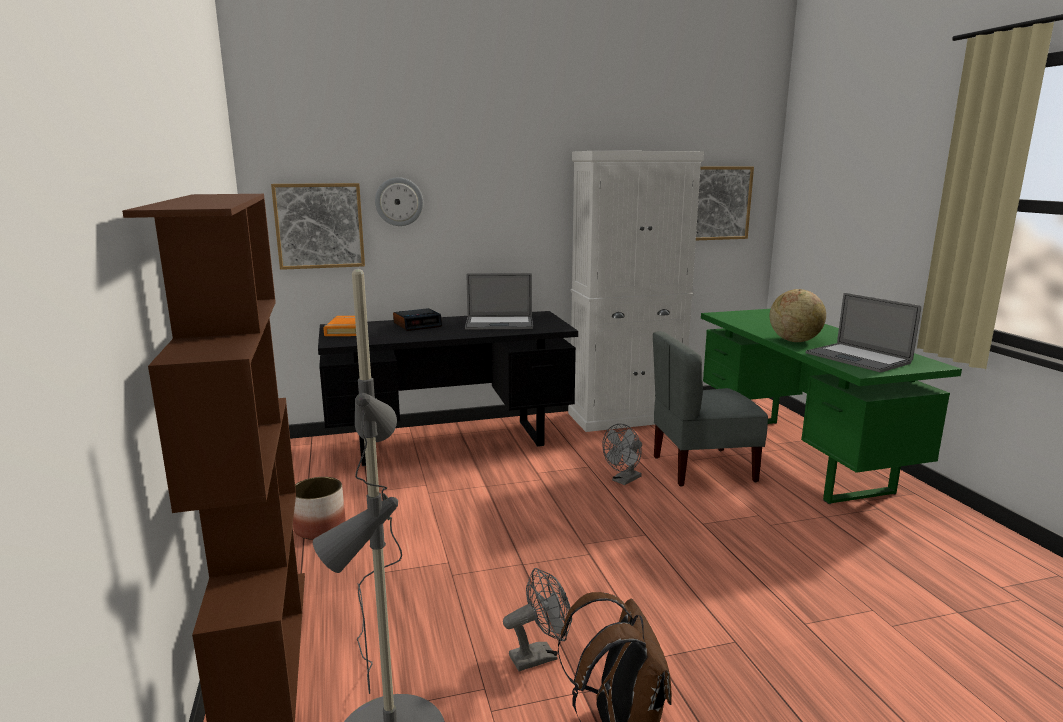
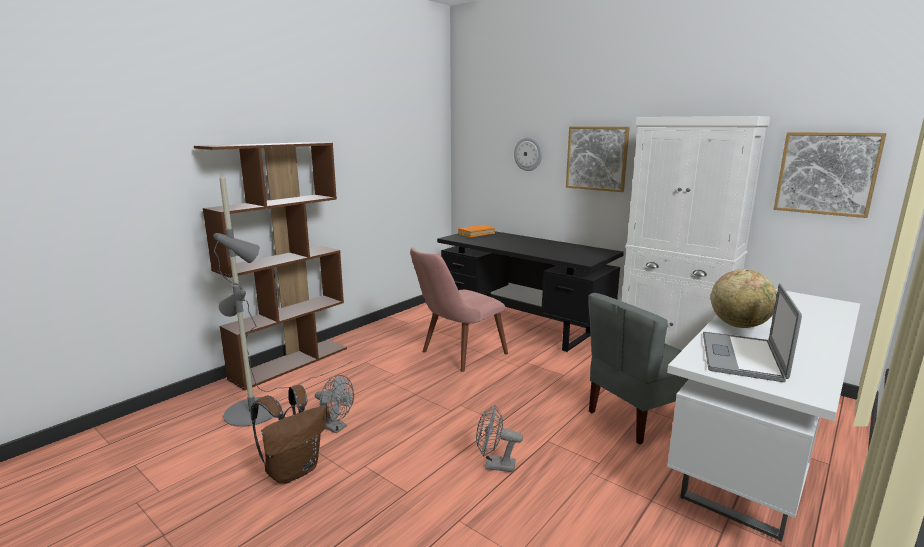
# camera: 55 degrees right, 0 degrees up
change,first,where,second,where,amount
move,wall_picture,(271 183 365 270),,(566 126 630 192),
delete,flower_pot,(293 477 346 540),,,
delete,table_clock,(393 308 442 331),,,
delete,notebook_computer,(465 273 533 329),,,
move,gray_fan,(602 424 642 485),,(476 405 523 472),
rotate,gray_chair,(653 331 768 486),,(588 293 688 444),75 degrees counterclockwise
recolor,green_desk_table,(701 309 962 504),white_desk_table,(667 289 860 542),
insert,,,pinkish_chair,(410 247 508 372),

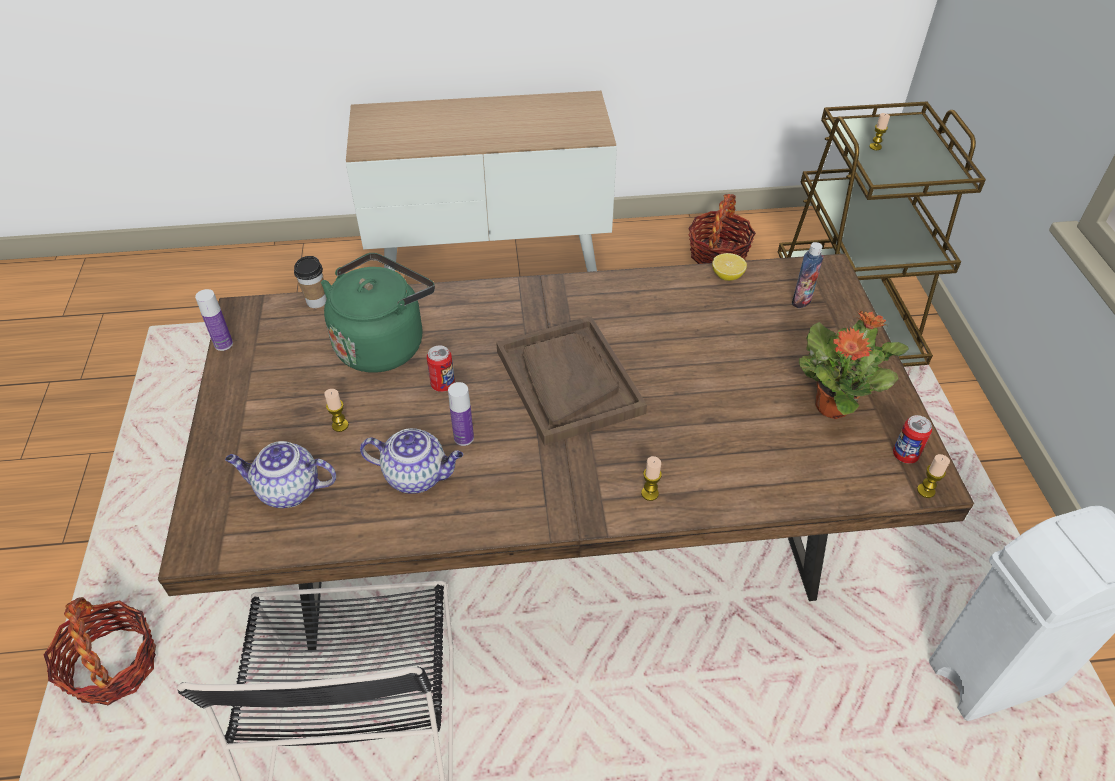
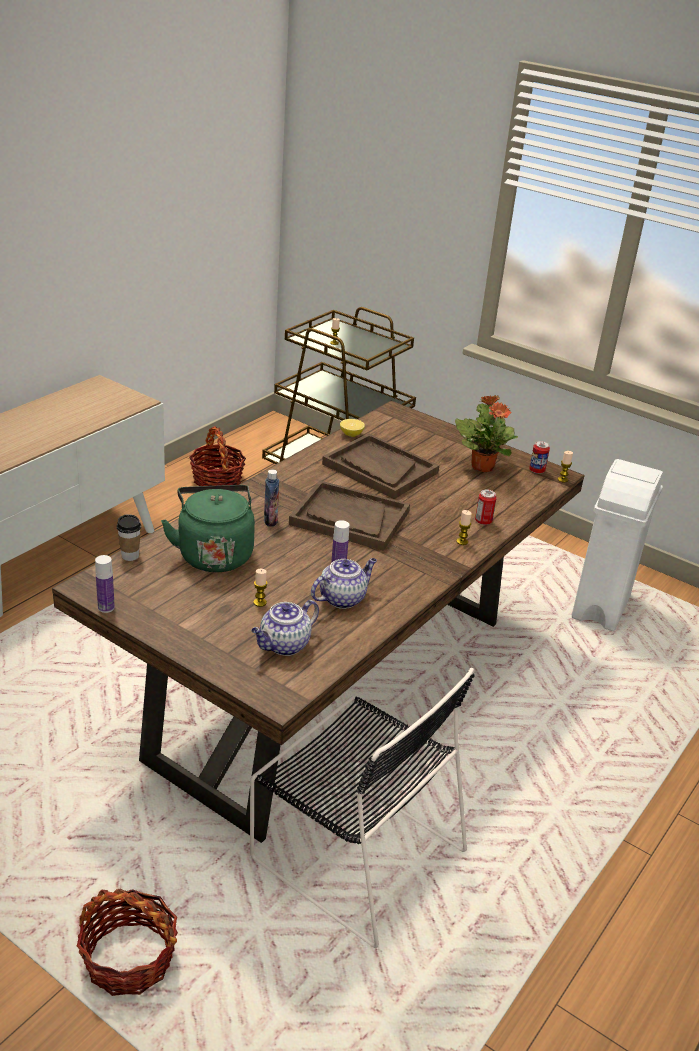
# camera: 50 degrees left, 15 degrees down
change,first,where,second,where,amount
move,can,(426 345 455 392),,(475 490 497 525),
move,bottle,(792 242 824 308),,(264 470 279 527),
insert,,,brownish_carrying_tray,(322 433 439 499),

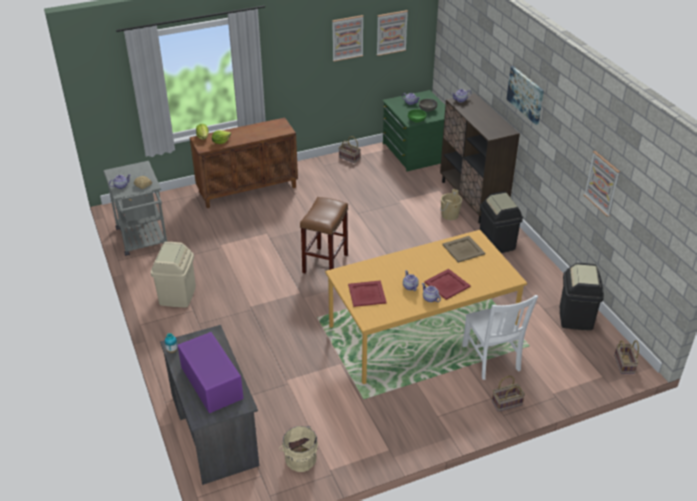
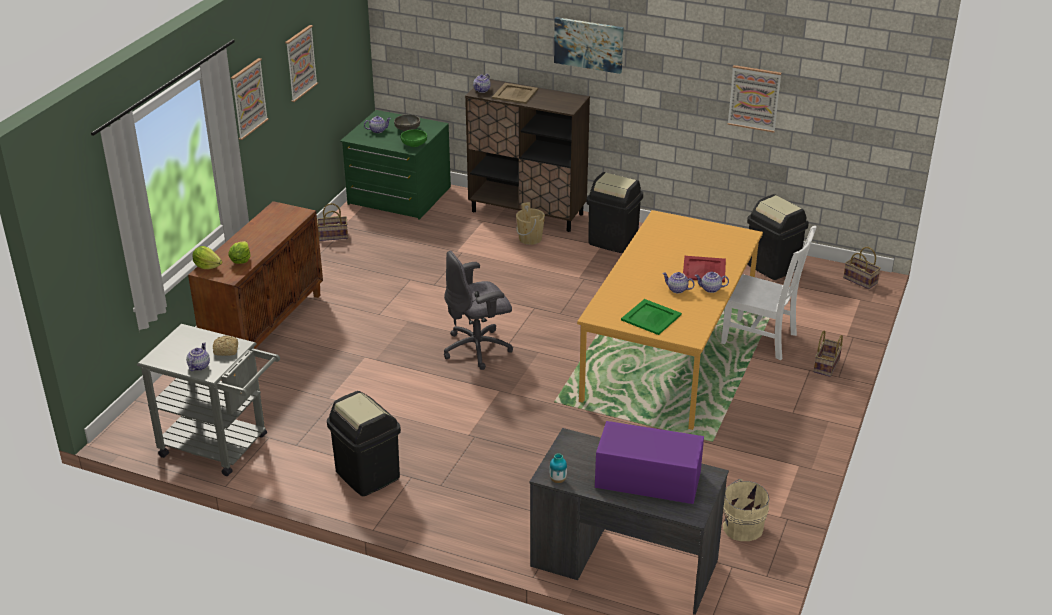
# camera: 45 degrees left, 5 degrees down
change,first,where,second,where,amount
recolor,beige-coloured_rubbish_bin,(151 242 196 307),black_rubbish_bin,(327 391 401 496),
replace,brownish_sitting_stool,(300 197 348 273),gray_office_chair,(444 251 513 370),
recolor,red-coloured_carrying_tray,(348 280 387 307),green_carrying_tray,(621 299 682 335),
move,wall_picture,(377 10 408 56),,(231 58 269 140),
move,beige-coloured_carrying_tray,(442 236 485 263),,(492 83 538 104),

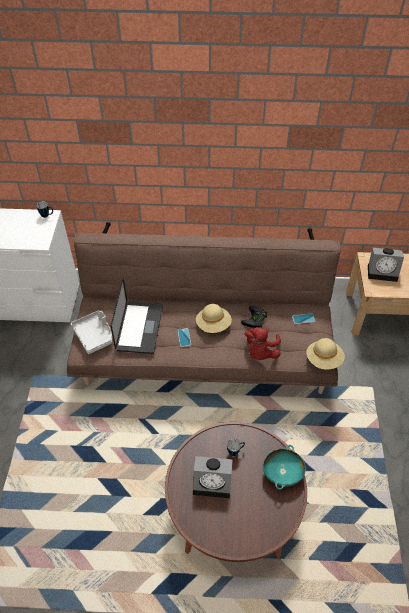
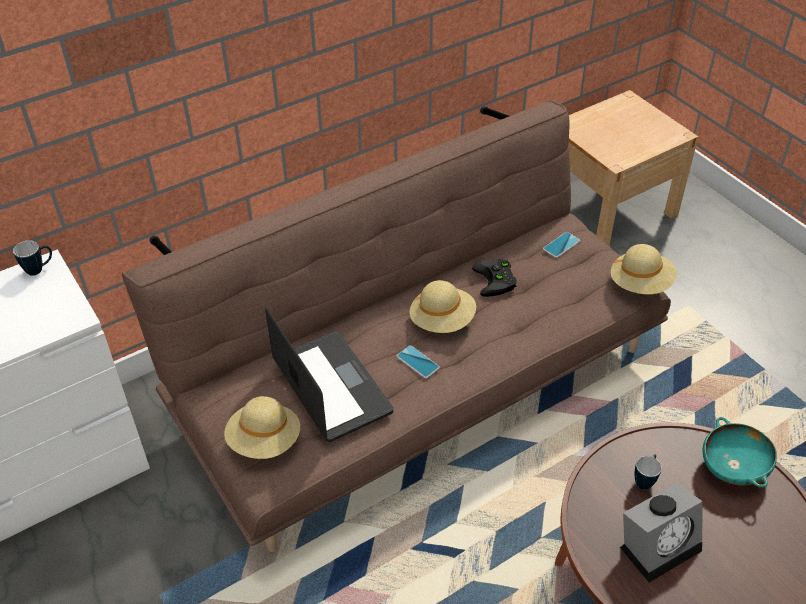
# camera: 35 degrees left, 5 degrees down
change,first,where,second,where,amount
replace,gray_carrying_tray,(71 310 112 354),beige-coloured_wearable_hat,(224 396 300 459),
delete,red-coloured_plush_toy,(244 327 281 360),,,
delete,table_clock,(368 247 404 282),,,

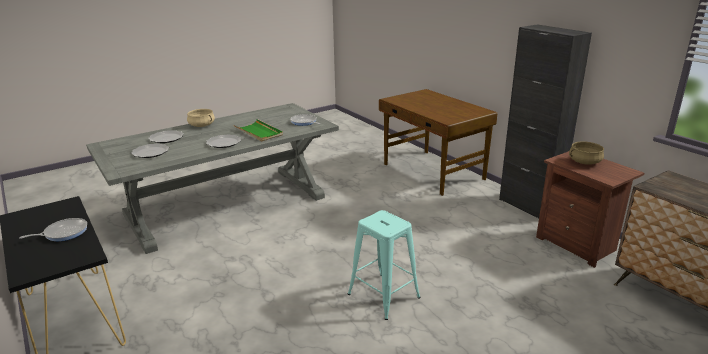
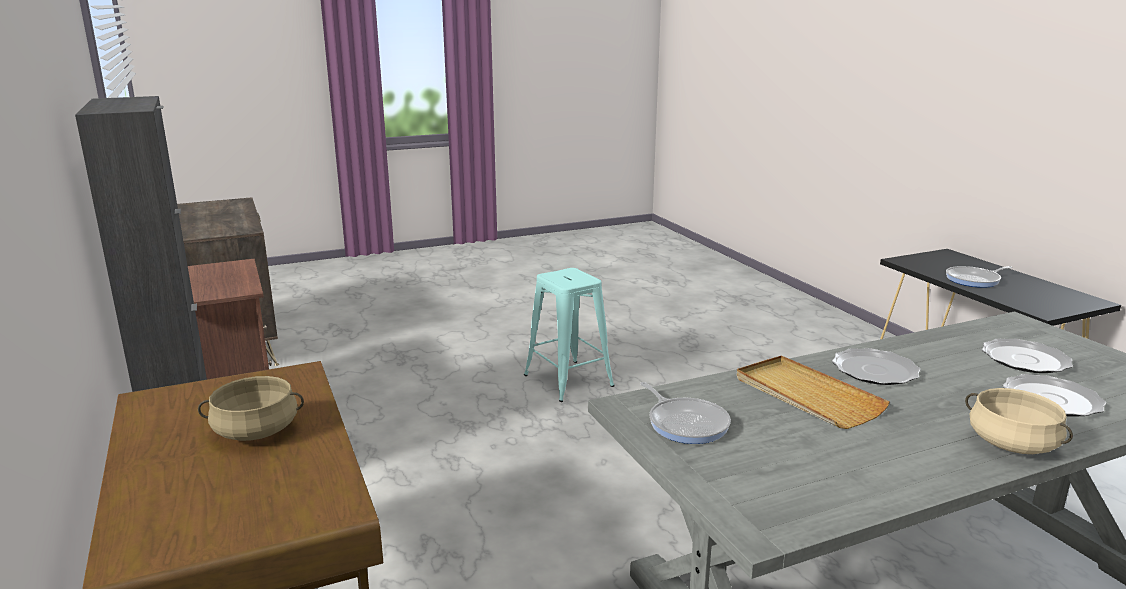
# camera: 170 degrees left, 5 degrees down
change,first,where,second,where,amount
recolor,green_carrying_tray,(234 119 283 142),beige-coloured_carrying_tray,(737 355 890 429),
move,beige-coloured_stockpot,(569 141 604 165),,(198 376 304 441),

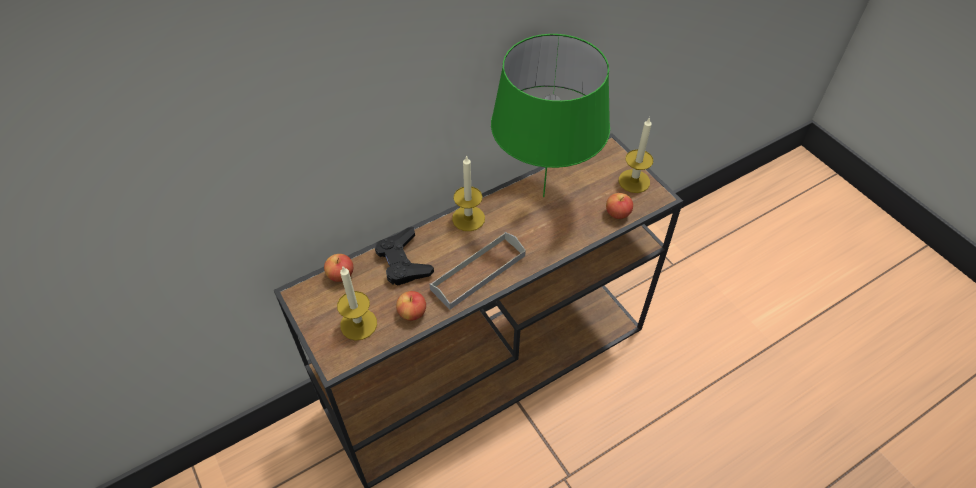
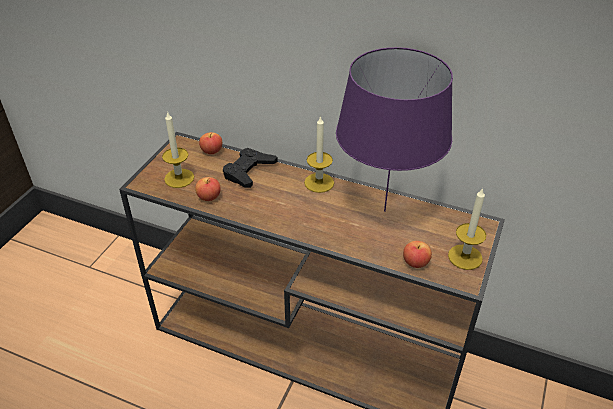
# camera: 55 degrees right, 10 degrees down
change,first,where,second,where,amount
delete,gray_carrying_tray,(430 232 526 309),,,
recolor,green_lamp_for_a_table,(491 34 610 197),purplish_lamp_for_a_table,(336 47 453 212),

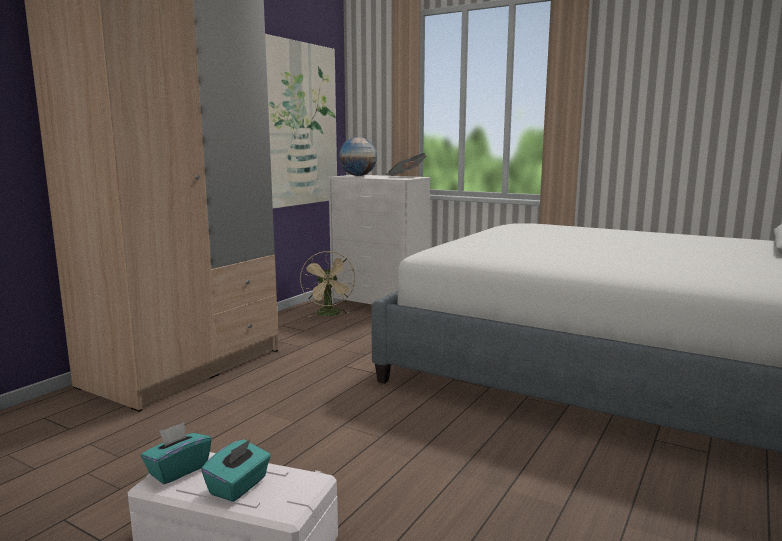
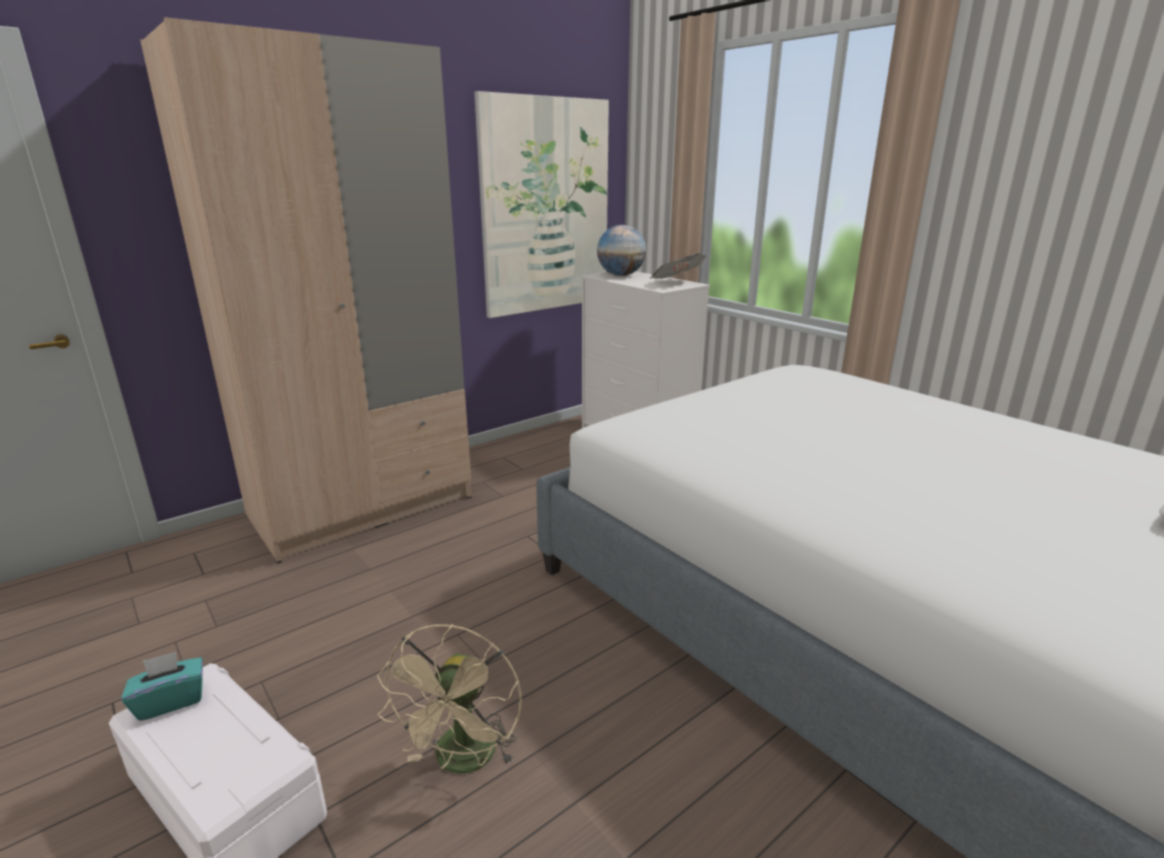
# camera: 20 degrees right, 10 degrees up
change,first,where,second,where,amount
delete,blue-green_box_of_tissues,(201 439 271 502),,,
move,beige-coloured_fan,(300 251 355 317),,(377 624 522 774),

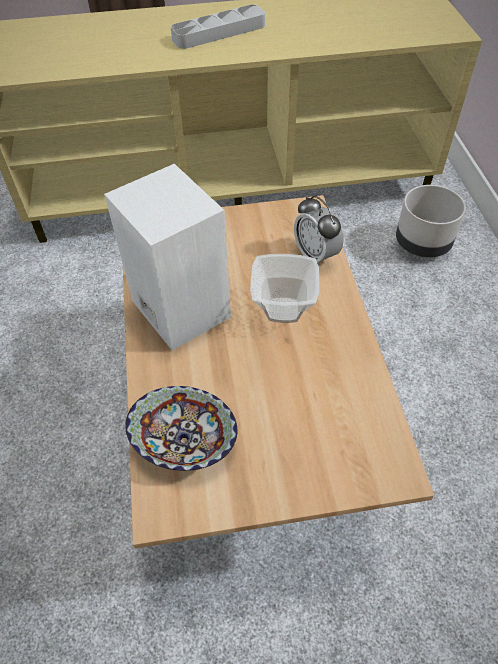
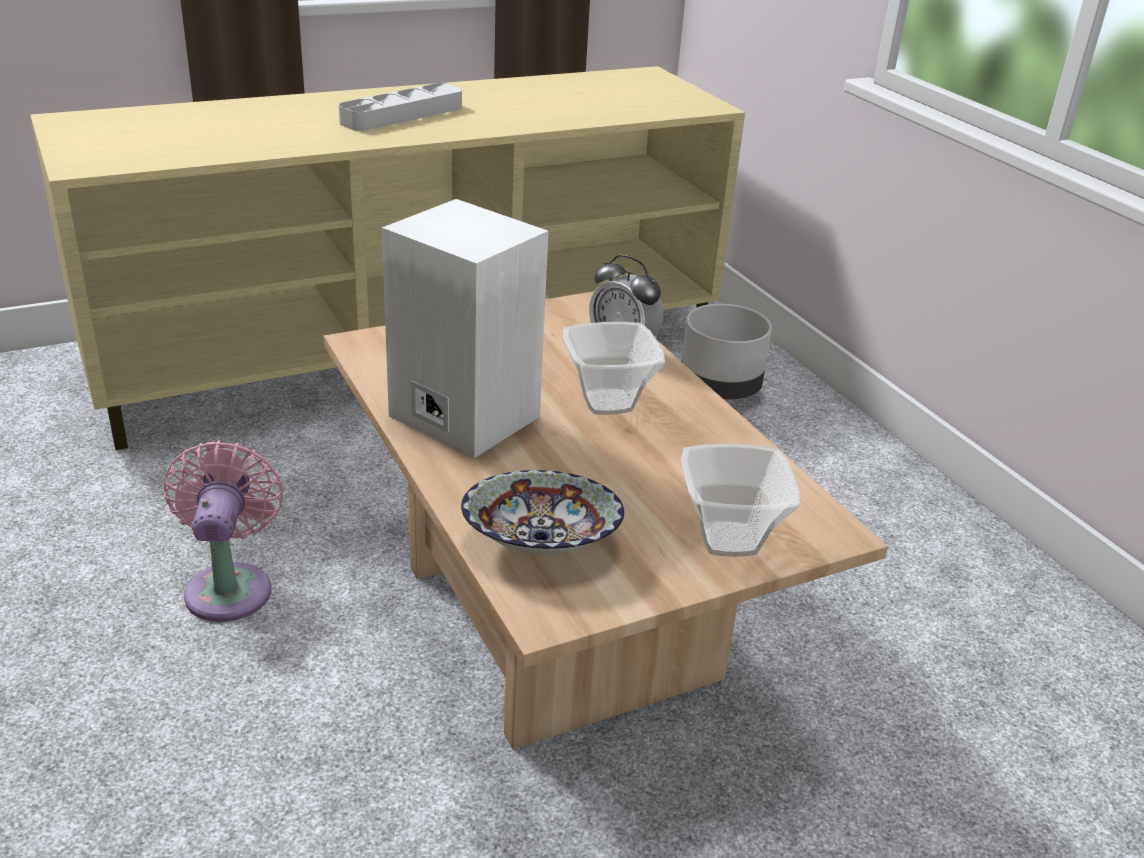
# camera: 20 degrees left, 20 degrees down
change,first,where,second,where,amount
insert,,,pinkish_fan,(164 440 283 622),
insert,,,deep_dish,(681 444 800 557),

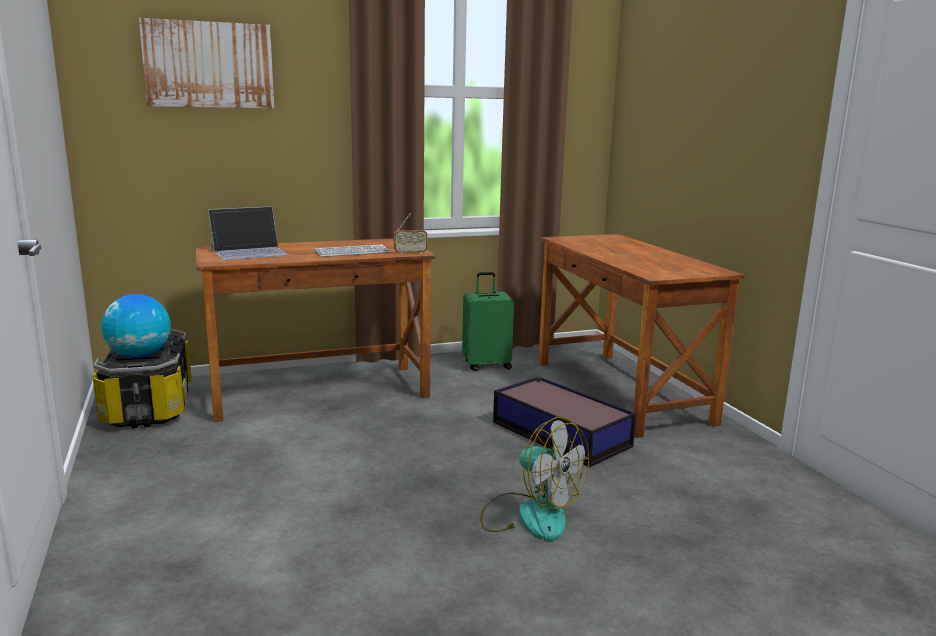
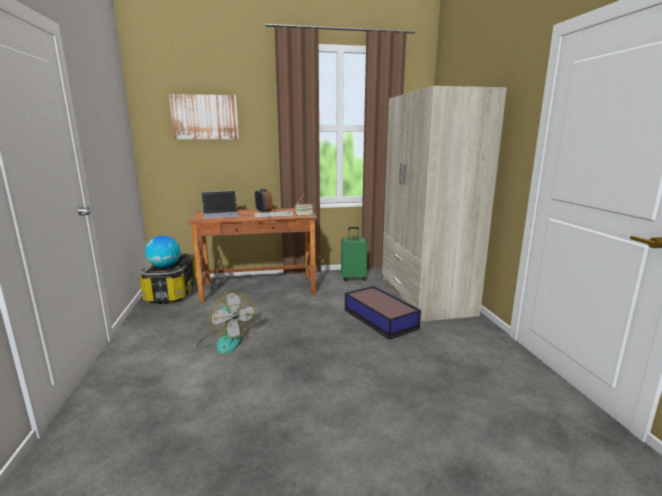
# camera: 10 degrees right, 0 degrees up
change,first,where,second,where,amount
move,fan,(480 417 589 541),,(197 291 254 354),
replace,brownish_desk_table,(538 234 745 438),beige-coloured_clothes_cupboard,(382 86 507 322),
insert,,,table_clock,(255 189 272 213),

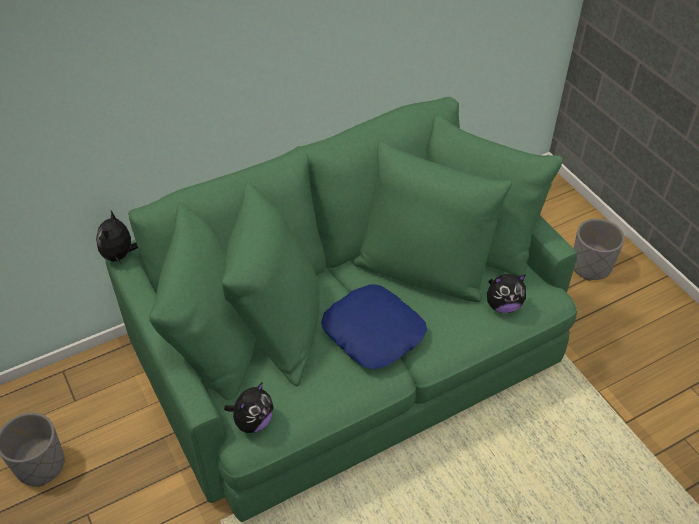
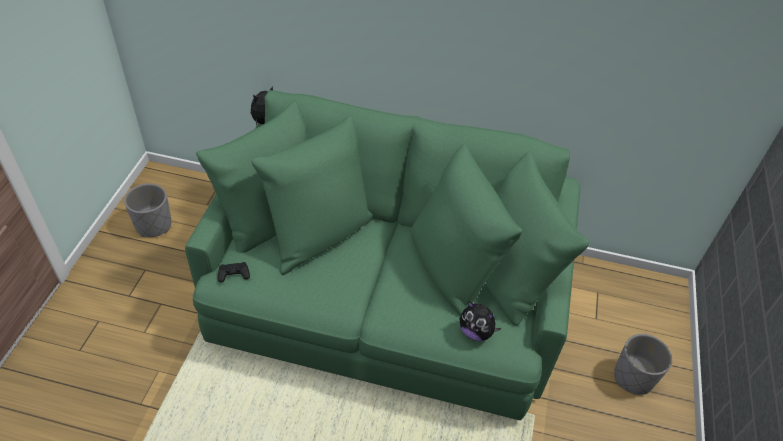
# camera: 40 degrees right, 0 degrees up
change,first,where,second,where,amount
replace,plush_toy,(224 382 274 433),black_joypad,(218 262 250 283),
delete,blue_cushion,(321 284 427 369),,,

